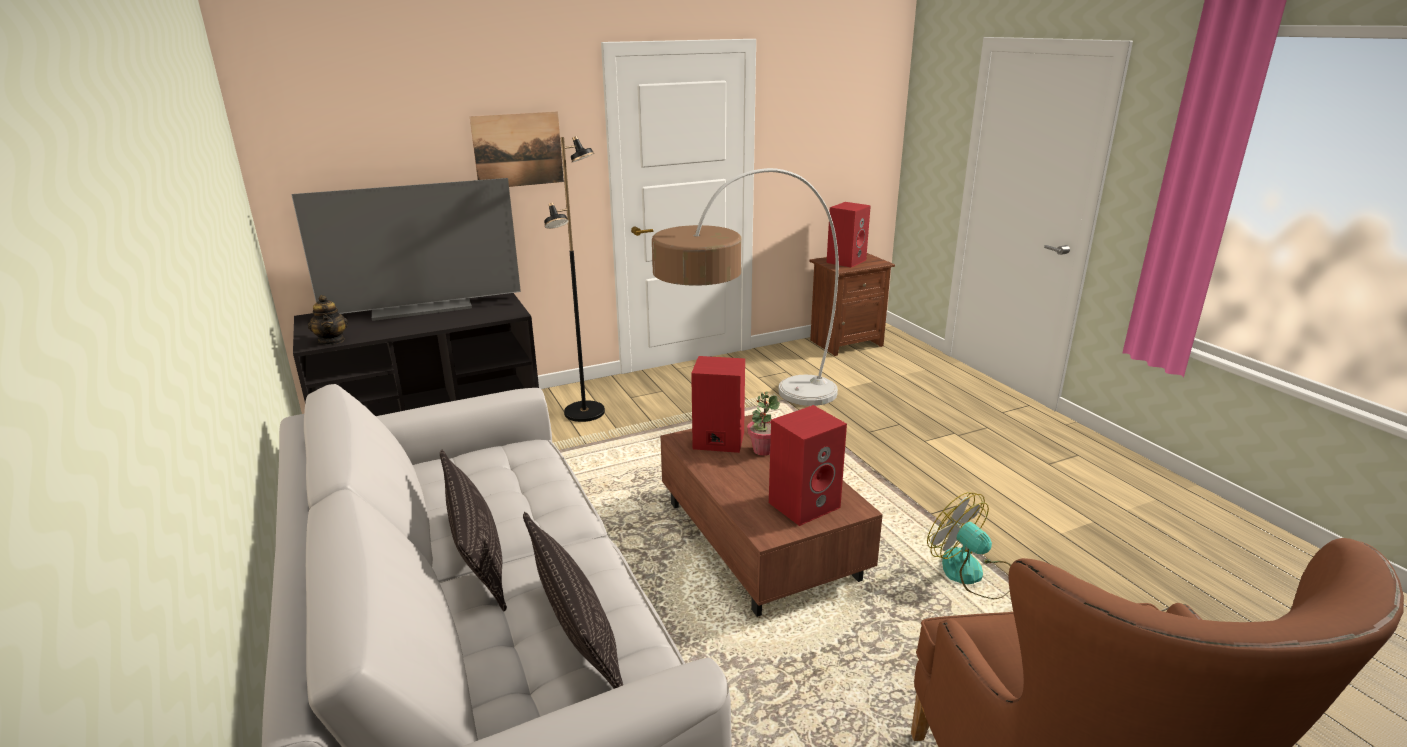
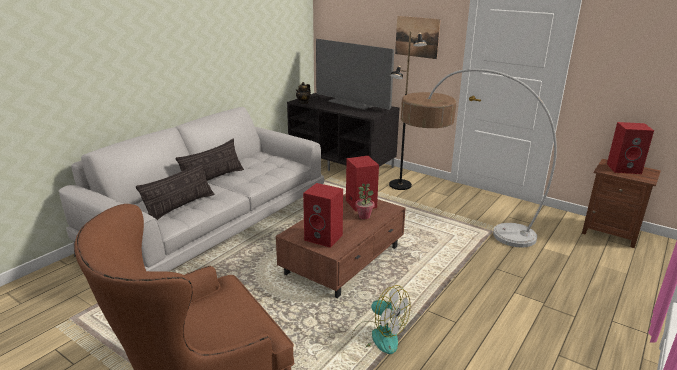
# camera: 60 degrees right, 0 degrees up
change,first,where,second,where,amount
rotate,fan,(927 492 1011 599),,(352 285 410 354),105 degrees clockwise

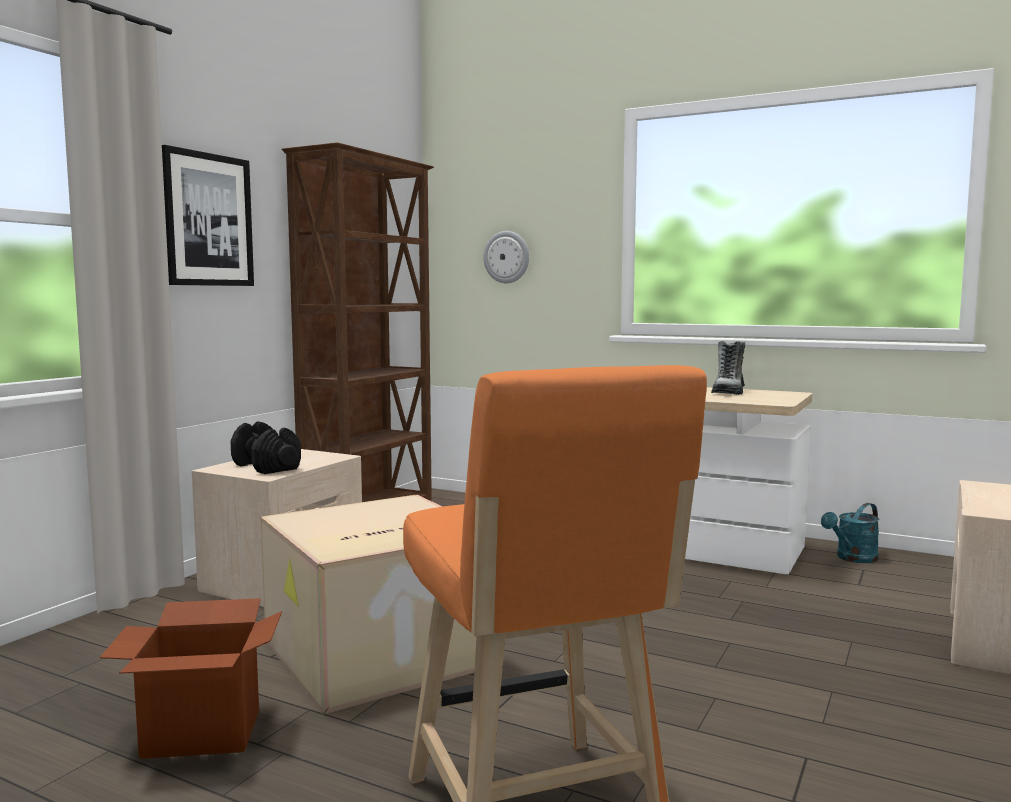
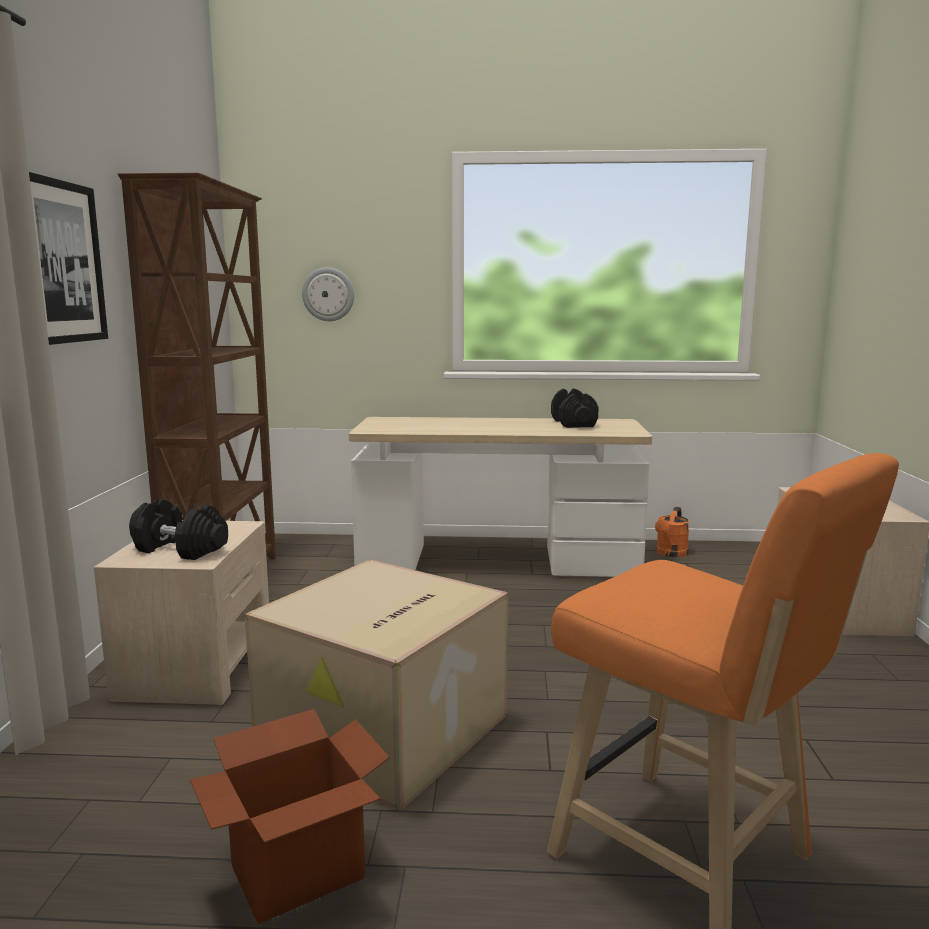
# camera: 25 degrees left, 5 degrees up
change,first,where,second,where,amount
replace,high-top_boot,(711 341 745 395),black_hand_weight,(551 389 599 428),
recolor,blue-green_watering_can,(821 503 880 563),orangey_watering_can,(655 507 689 557),

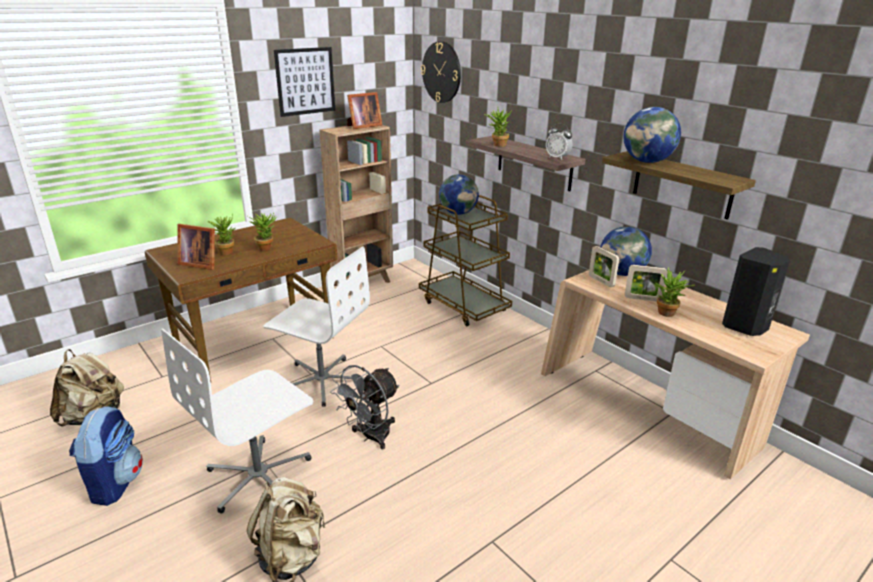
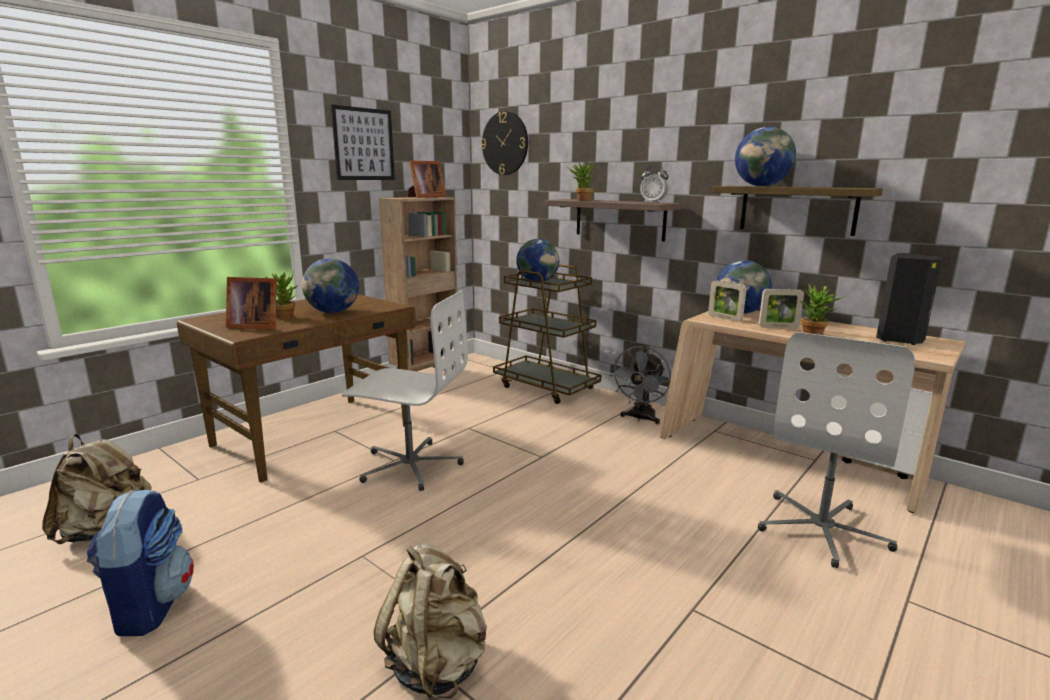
# camera: 10 degrees left, 10 degrees down
change,first,where,second,where,amount
move,white_office_chair,(161 328 313 513),,(758 332 915 568),
replace,plant_in_a_pot,(248 213 277 251),globe,(302 258 359 313),
move,gray_fan,(330 365 400 449),,(610 346 671 424),

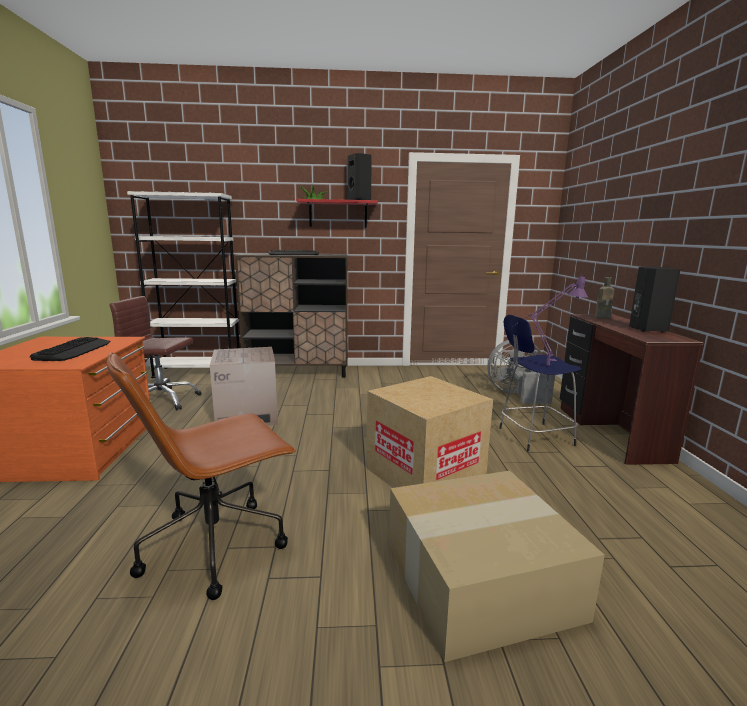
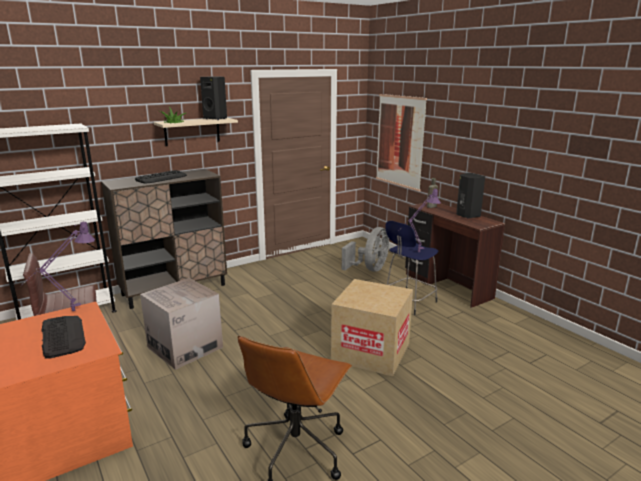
# camera: 30 degrees left, 5 degrees up
change,first,where,second,where,amount
recolor,red-coloured_wall_shelf,(297 199 378 228),beige-coloured_wall_shelf,(154 118 238 146),
delete,packing_box,(389 471 605 662),,,
rotate,gray_fan,(487 340 555 404),,(342 227 389 272),150 degrees clockwise
insert,,,purplish_lamp_for_a_table,(20 221 95 311),
insert,,,wall_picture,(376 94 427 191),

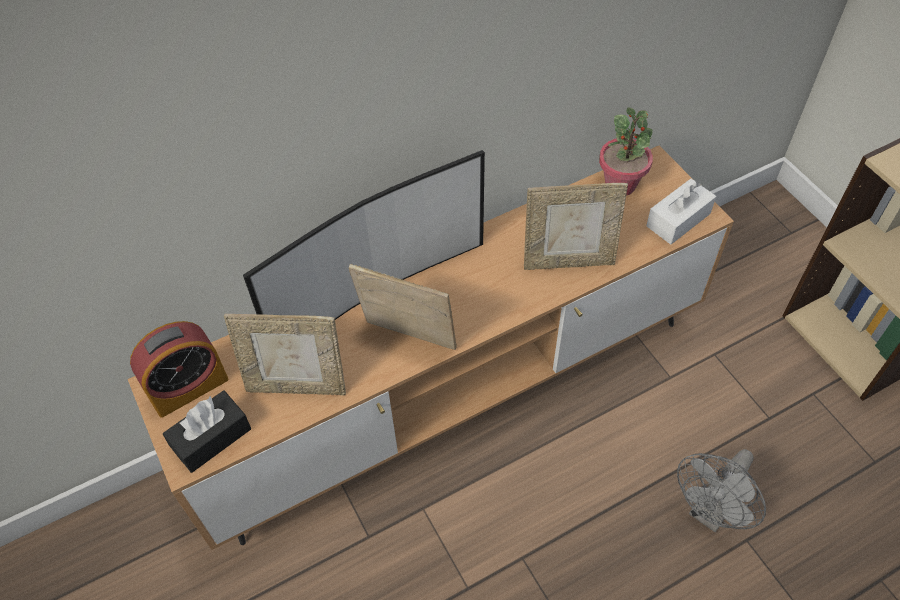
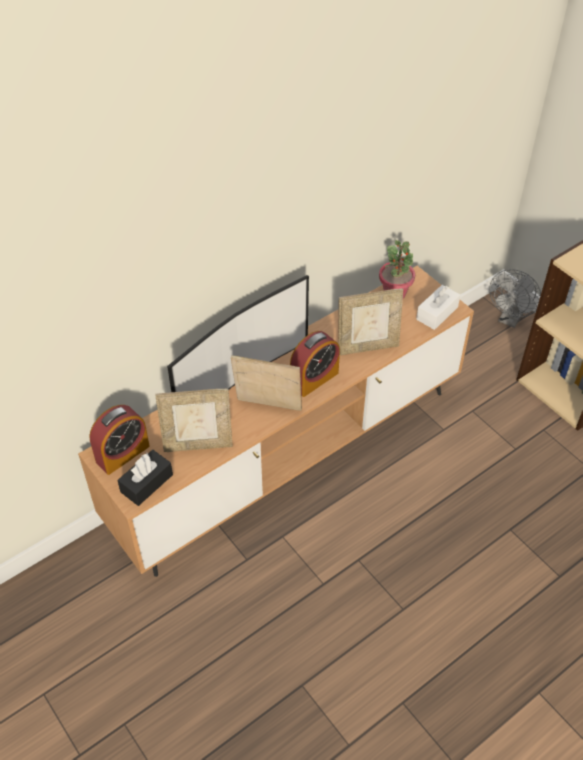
# camera: 10 degrees left, 5 degrees down
change,first,where,second,where,amount
move,gray_fan,(677 449 766 532),,(489 269 541 328),
insert,,,table_clock,(290 331 340 397),

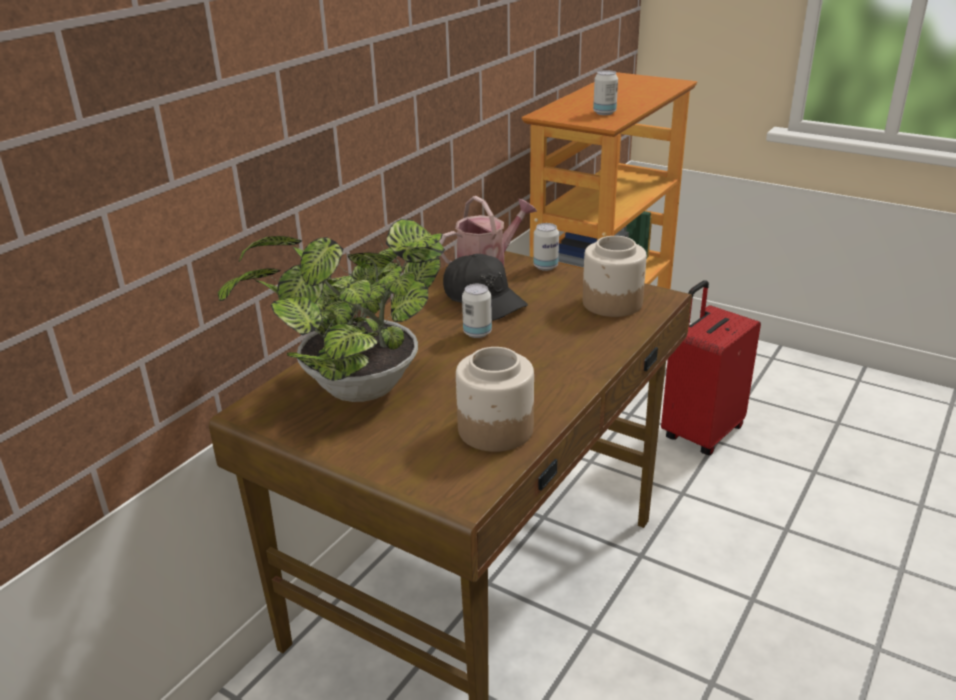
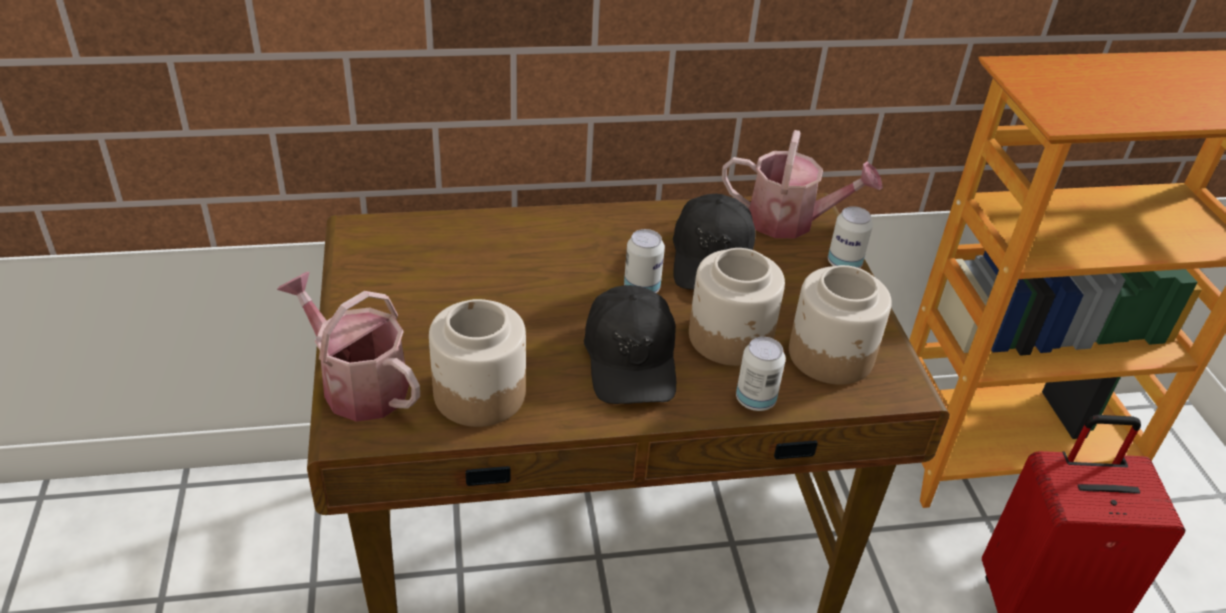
# camera: 45 degrees right, 10 degrees up
change,first,where,second,where,amount
delete,plant_in_a_pot,(218 219 445 402),,,
move,can,(593 70 618 115),,(736 337 786 411),
insert,,,watering_can,(277 272 420 422),
insert,,,black_peaked_cap,(584 285 676 404),
insert,,,storage_jar,(689 248 785 366),

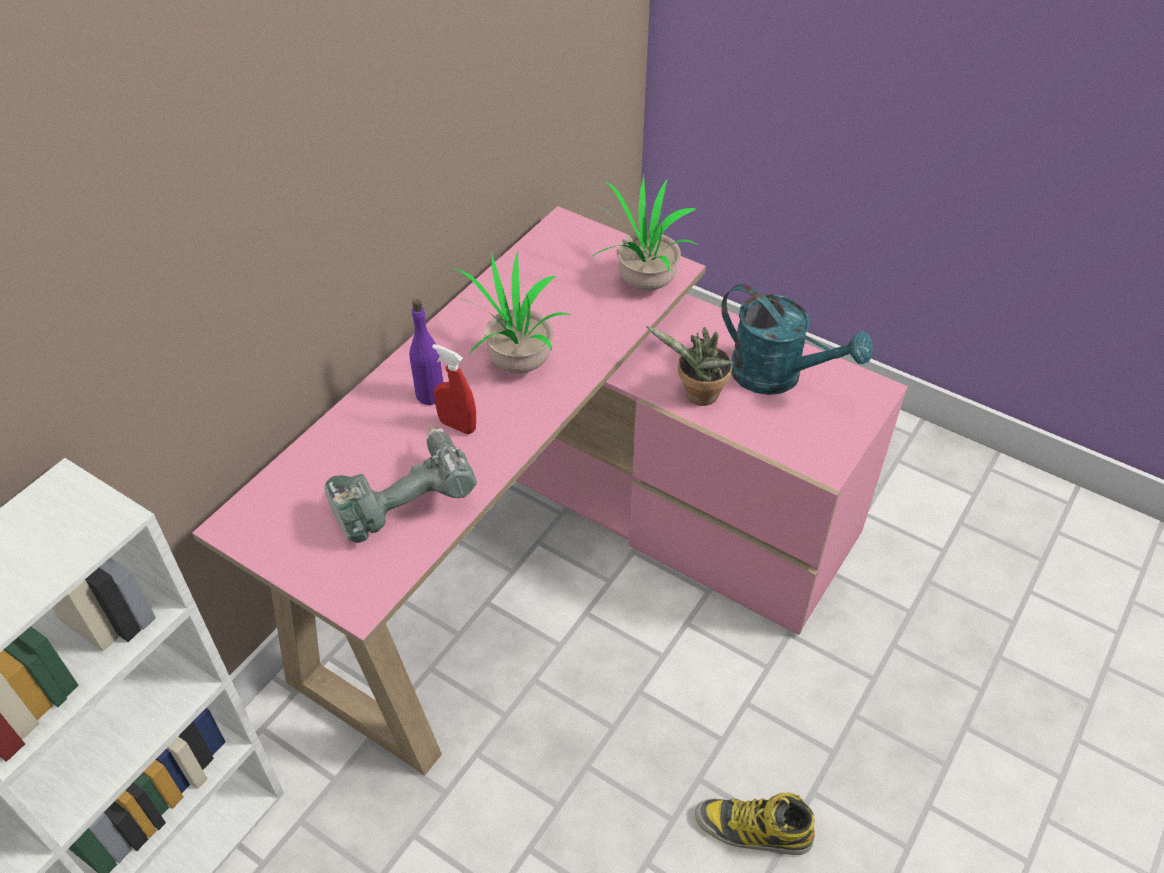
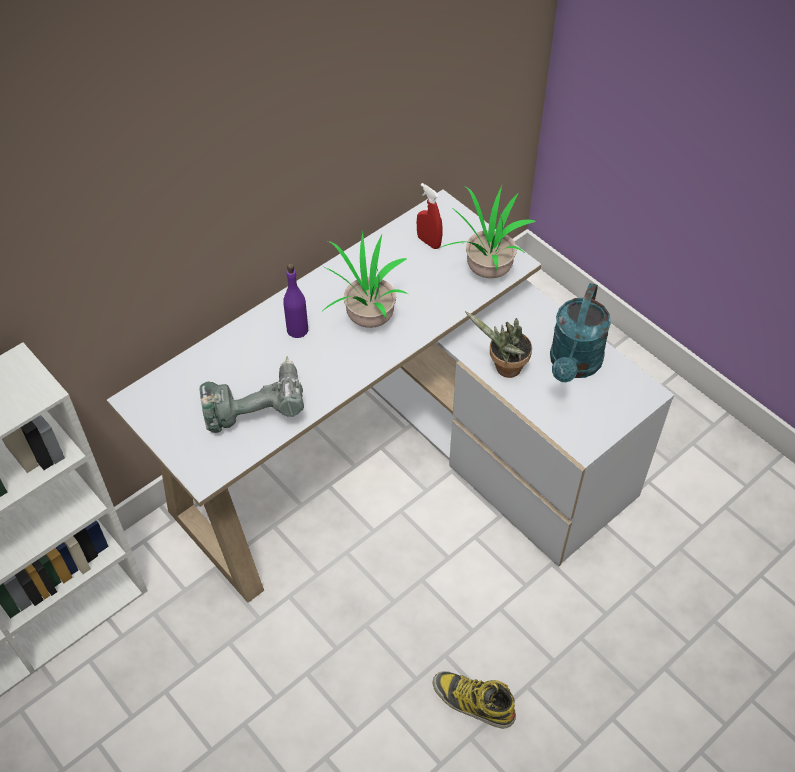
# camera: 15 degrees right, 5 degrees up
change,first,where,second,where,amount
recolor,pinkish_desk_table,(192 206 908 776),white_desk_table,(107 189 674 603),
move,red-coloured_hand_sprayer,(432 344 476 434),,(417 183 443 249),
rotate,blue-green_watering_can,(721 284 873 395),,(550 283 611 382),60 degrees clockwise

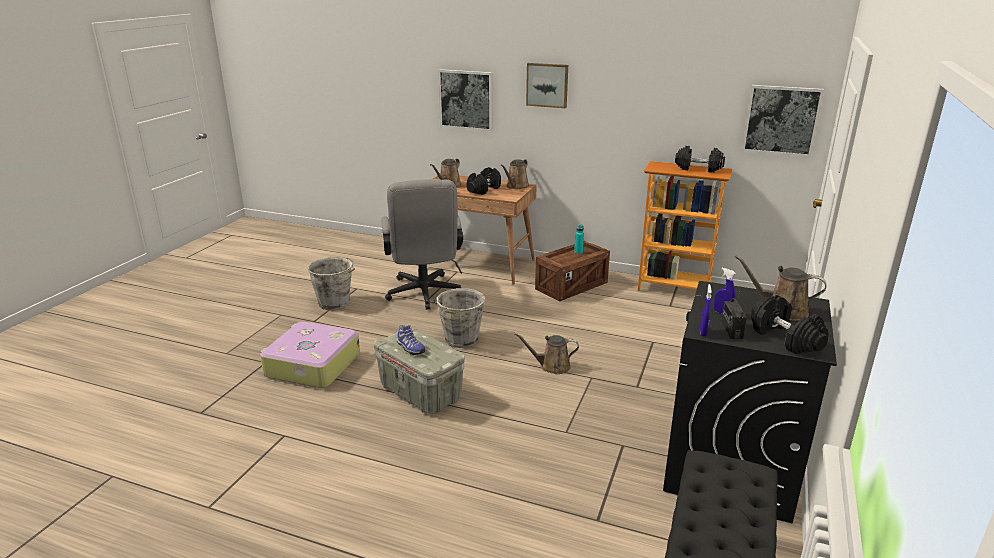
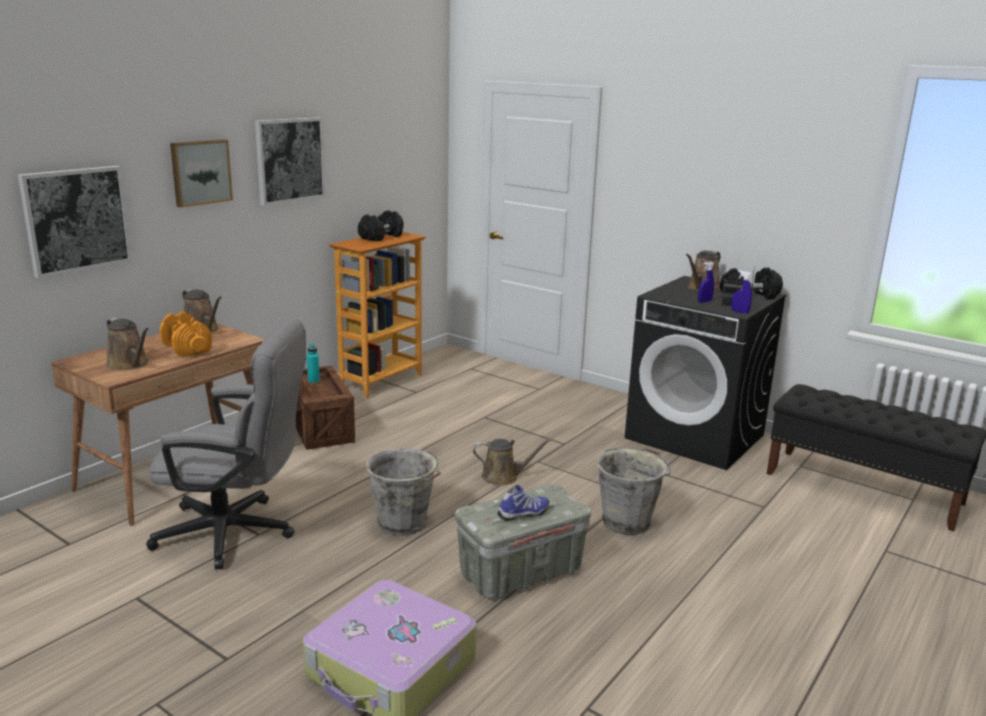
# camera: 75 degrees left, 5 degrees down
change,first,where,second,where,amount
move,gray_water_bucket,(307 257 355 310),,(597 448 671 535),
recolor,black_hand_weight,(467 167 501 195),orangey_hand_weight,(159 311 212 357),
rotate,brownish_watering_can,(514 333 579 374),,(473 438 552 486),105 degrees counterclockwise
move,wall_picture,(742 85 824 157),,(255 117 326 206),

